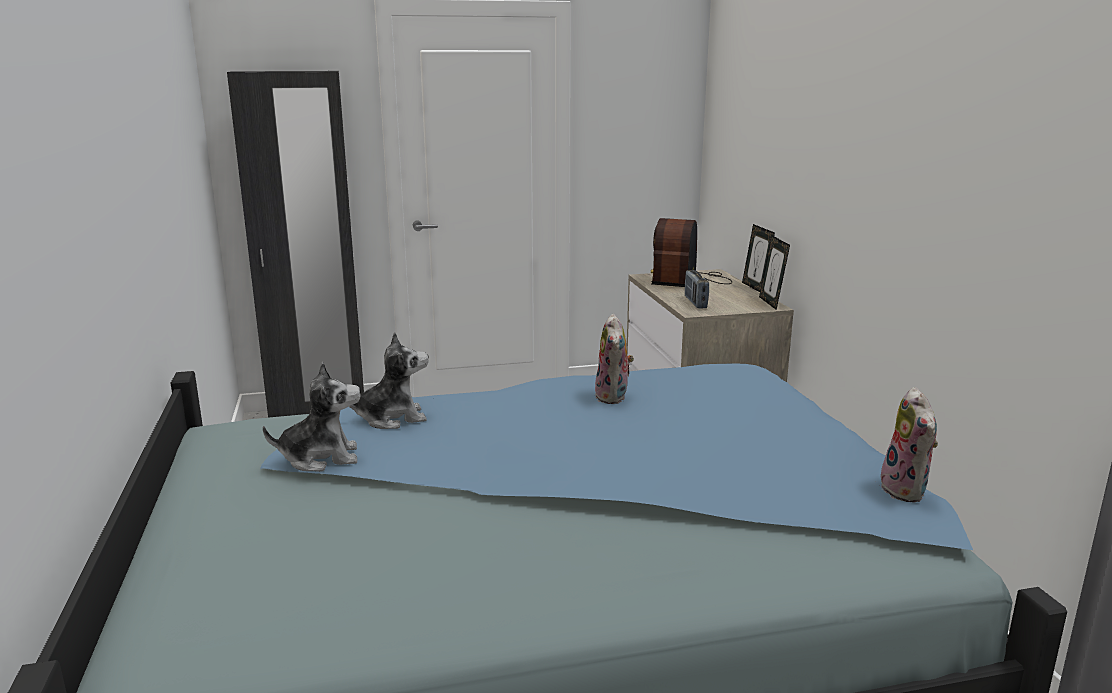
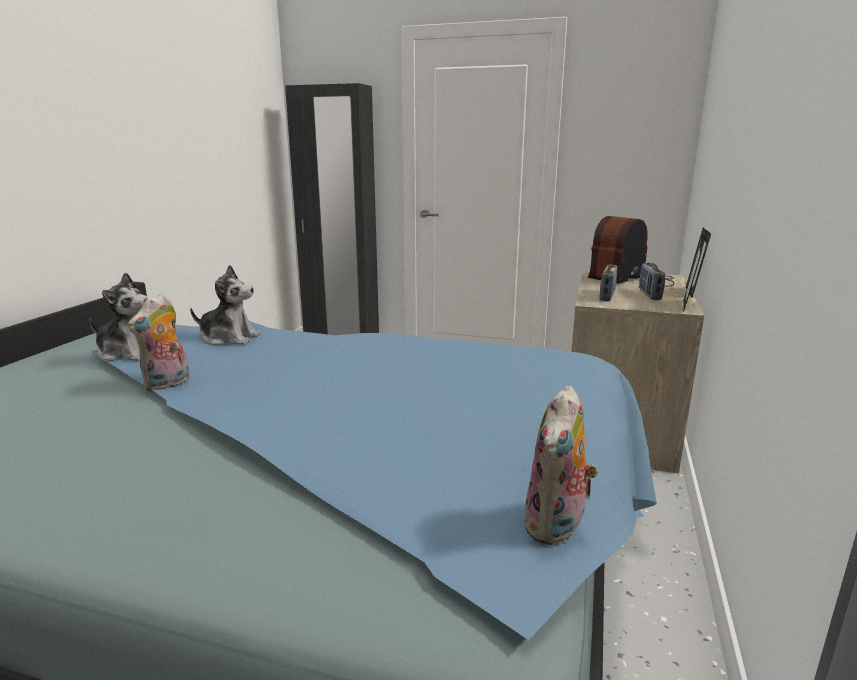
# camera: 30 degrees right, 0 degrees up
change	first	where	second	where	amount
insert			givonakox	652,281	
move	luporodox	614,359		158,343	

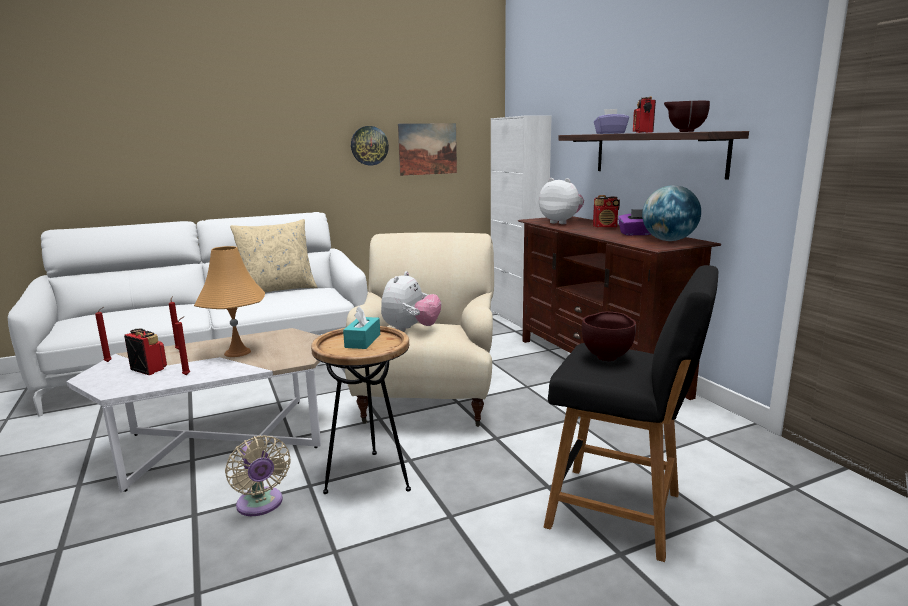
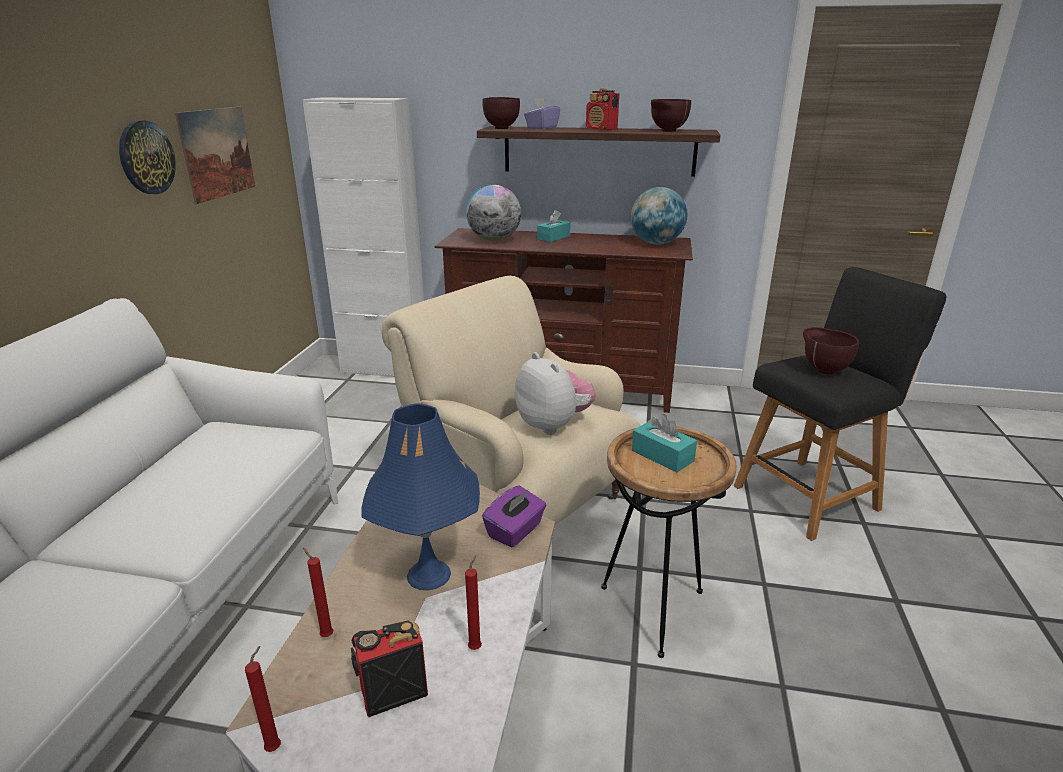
# camera: 55 degrees left, 10 degrees up
change	first	where	second	where	amount
delete	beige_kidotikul	258,475			
delete	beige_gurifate	273,256			
insert			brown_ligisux	501,113	
move	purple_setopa	634,222		514,516	
replace	luporodox	561,201	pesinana	493,213	
replace	givonakox	606,211	turquoise_setopa	554,226	
recolor	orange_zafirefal	229,301	blue_zafirefal	420,496	

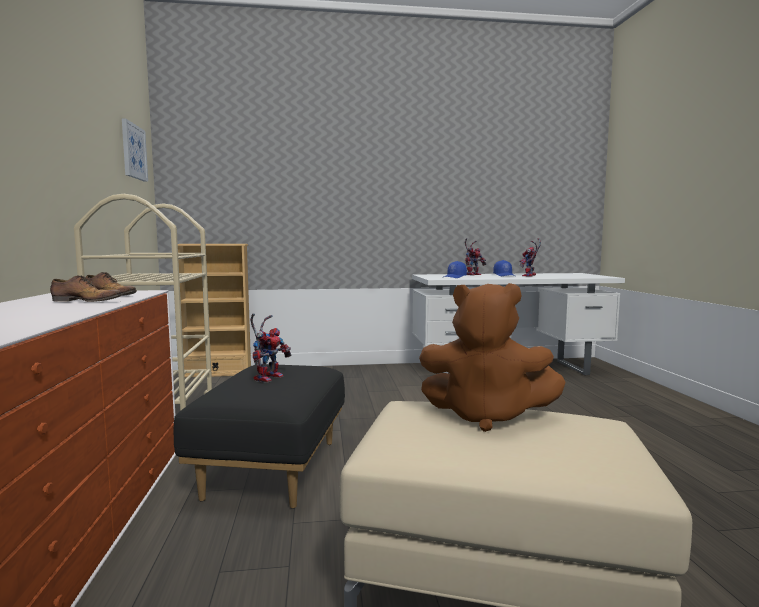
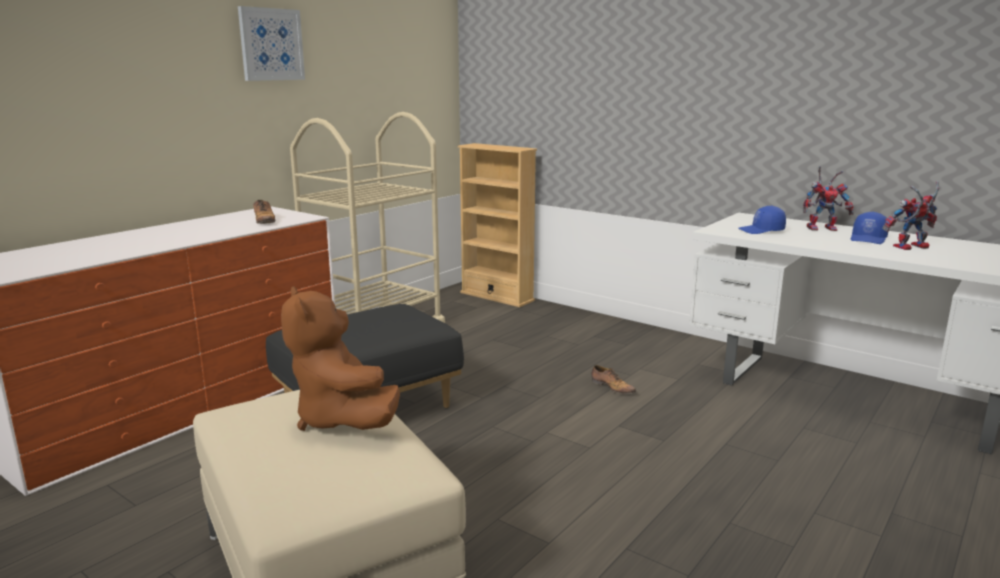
# camera: 45 degrees right, 10 degrees up
change	first	where	second	where	amount
delete	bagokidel	271,348			
move	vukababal	86,288		614,379	
move	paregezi	135,150		271,43	

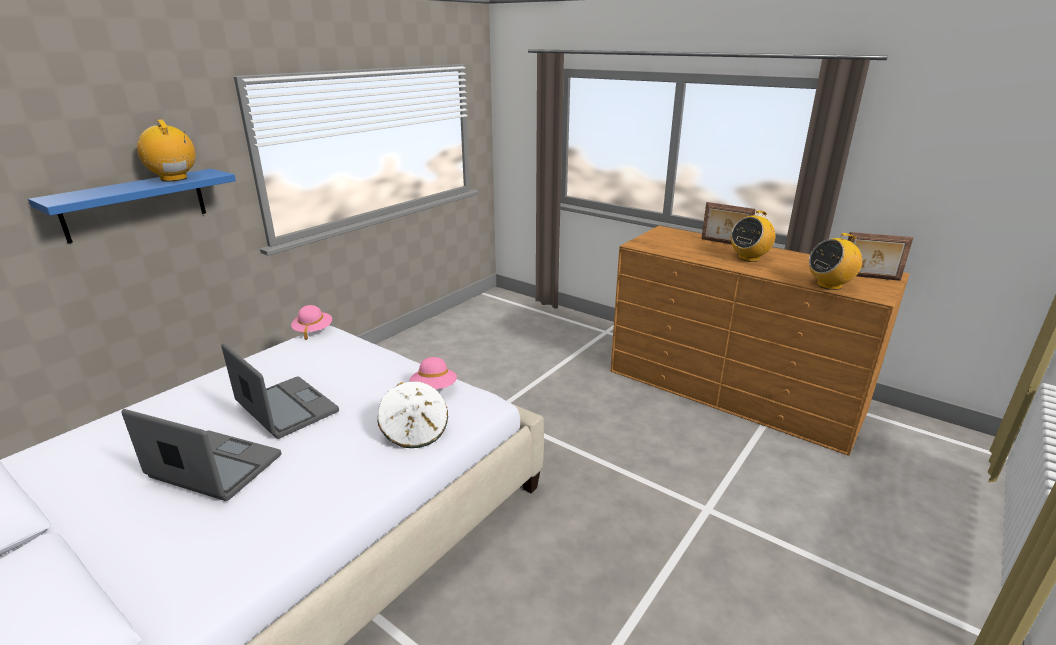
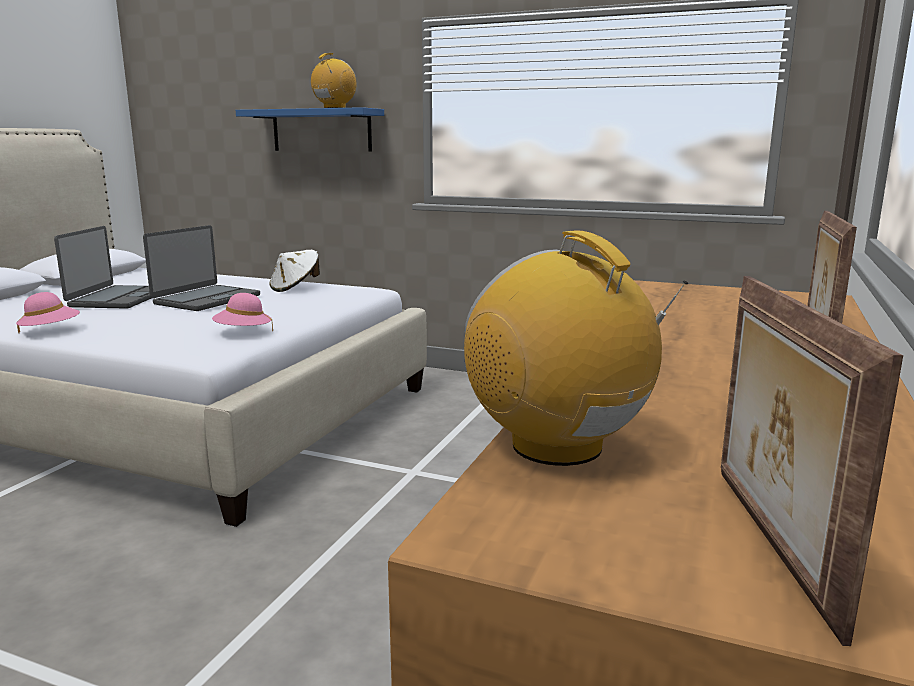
# camera: 75 degrees right, 10 degrees down
change	first	where	second	where	amount
delete	givonakox	753,236			
move	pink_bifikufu	311,322		48,312	
move	white_bifikufu	412,414		294,271	

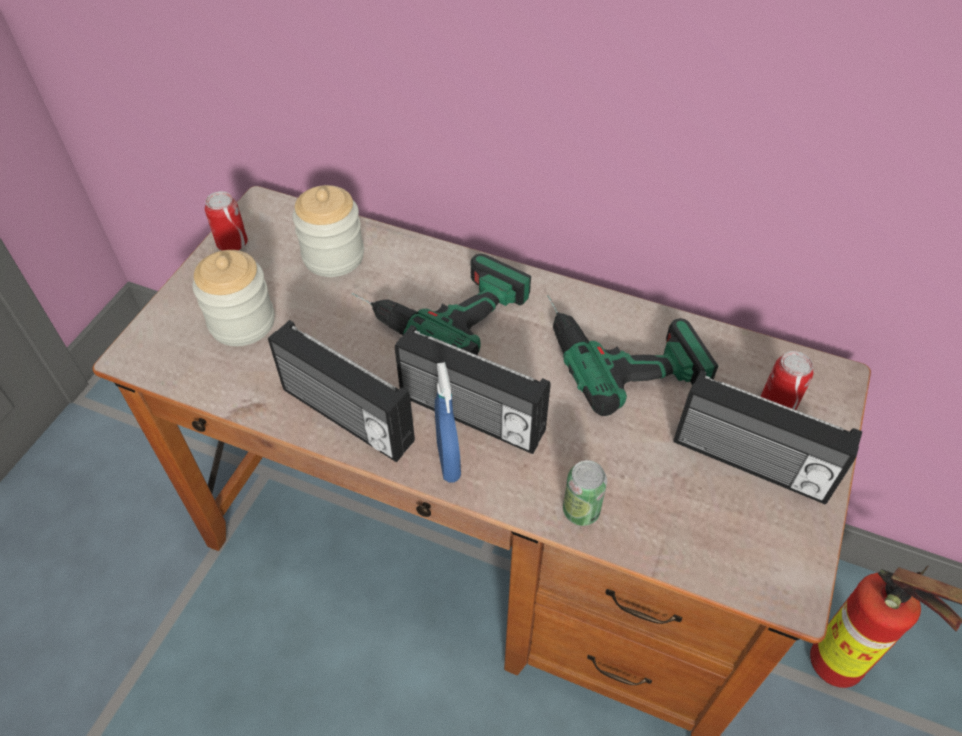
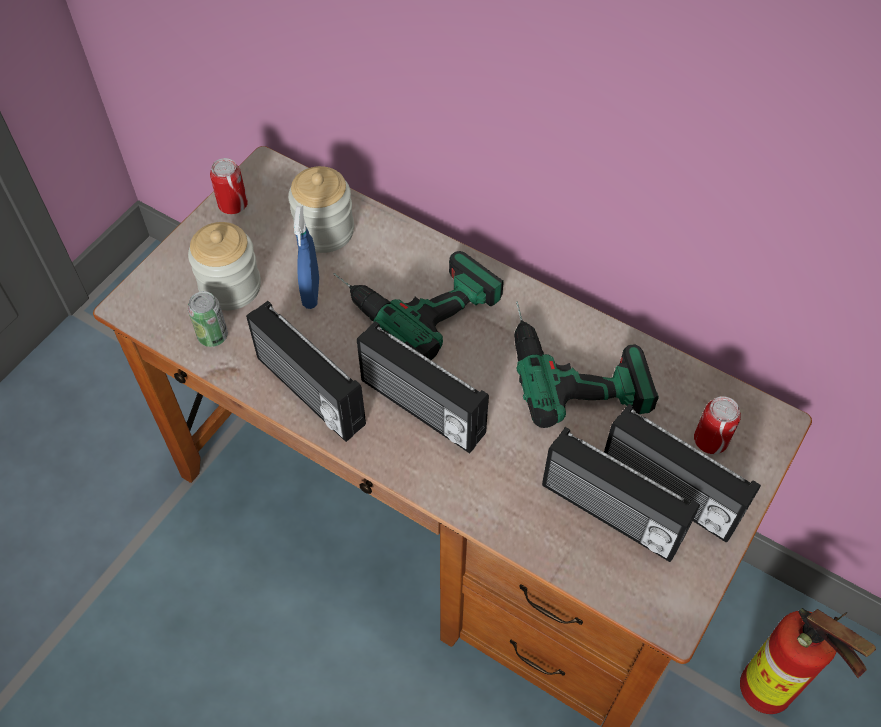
# camera: 10 degrees right, 5 degrees up
change	first	where	second	where	amount
insert			givonakox	621,494	
move	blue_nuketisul	448,422		306,257	
move	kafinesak	585,493		208,319	

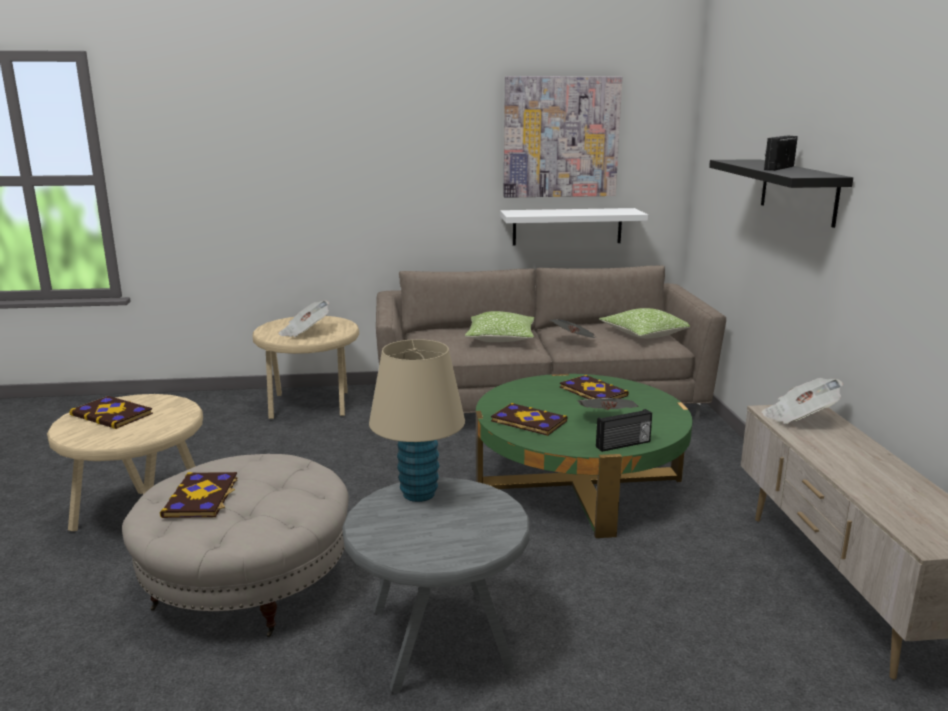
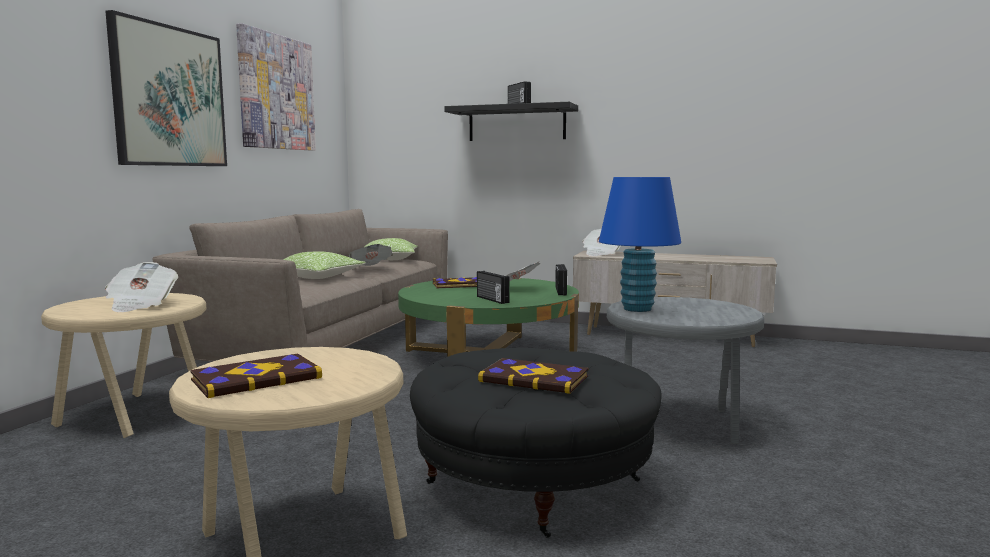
# camera: 65 degrees left, 10 degrees down
change	first	where	second	where	amount
delete	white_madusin	574,226			
insert			paregezi	166,88	
replace	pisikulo	529,419	givonakox	493,287	
recolor	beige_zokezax	235,545	black_zokezax	536,443	
recolor	beige_zafirefal	417,420	blue_zafirefal	640,244	

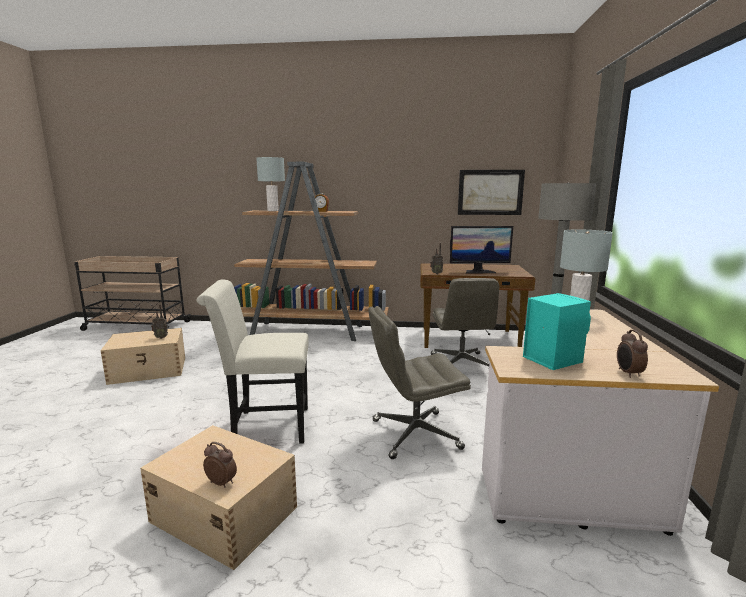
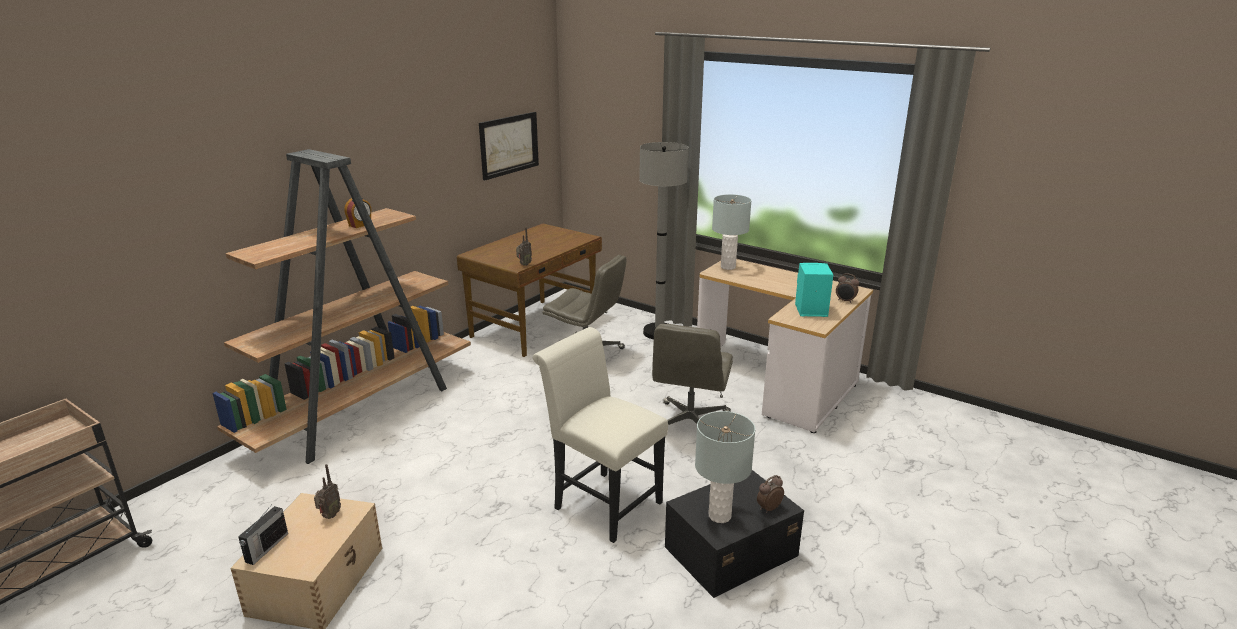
# camera: 60 degrees left, 10 degrees up
change	first	where	second	where	amount
delete	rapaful	481,249			
insert			givonakox	263,535	
move	grey_zafirefal	270,184		725,467	
recolor	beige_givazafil	218,497	black_givazafil	734,534	
rotate	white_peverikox	253,361		600,435	105 degrees clockwise

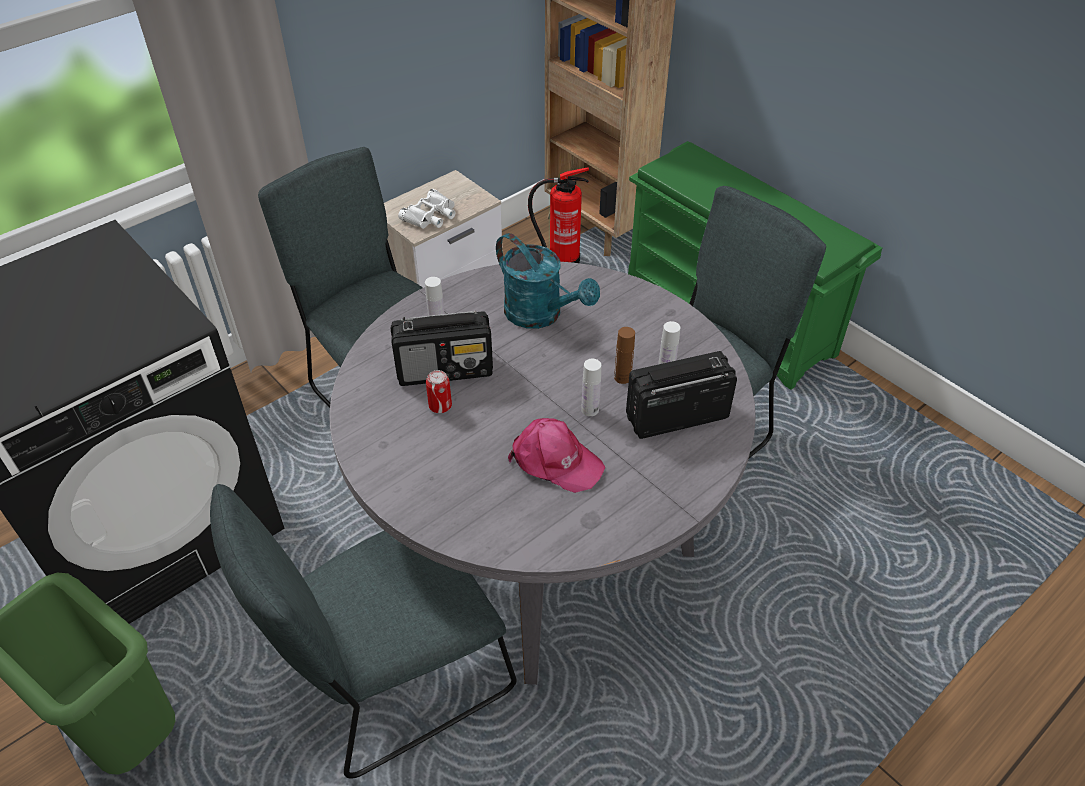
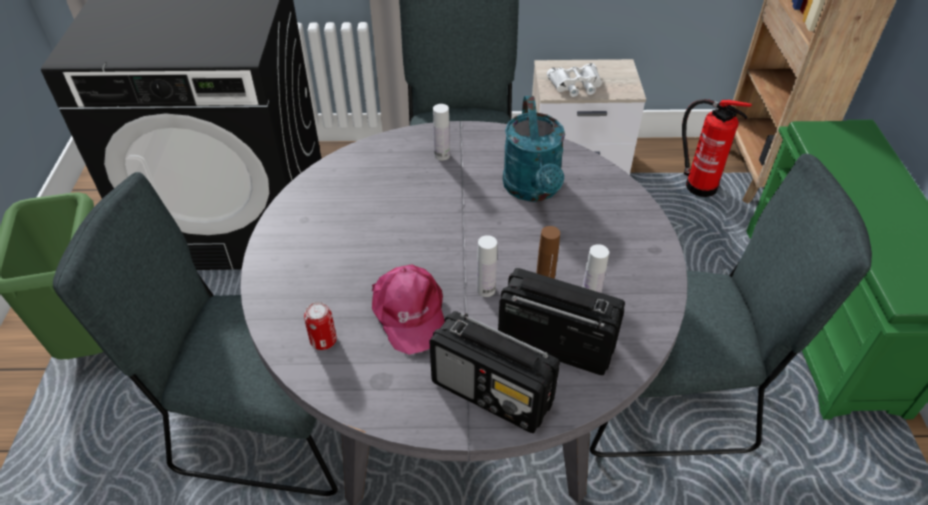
# camera: 40 degrees right, 0 degrees up
change	first	where	second	where	amount
move	givonakox	442,348		494,372	
move	kafinesak	439,391		320,326	

